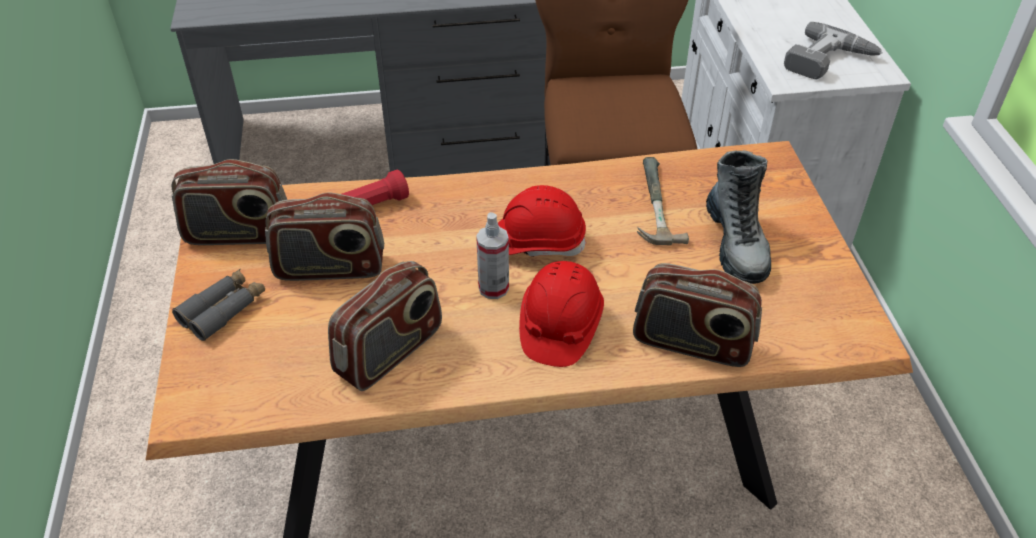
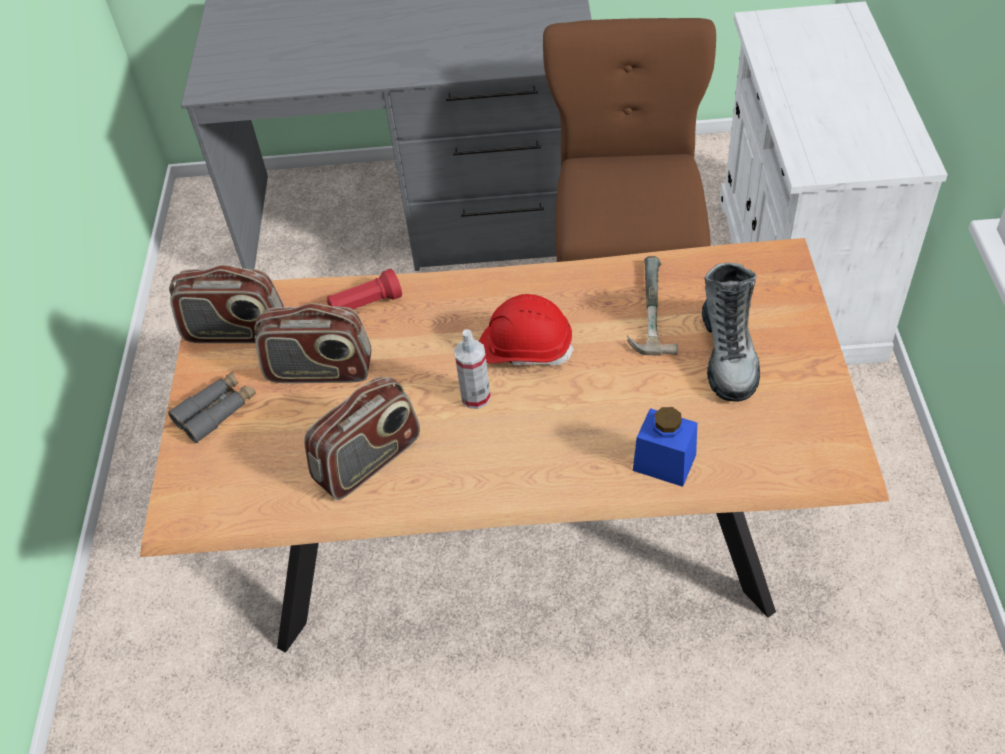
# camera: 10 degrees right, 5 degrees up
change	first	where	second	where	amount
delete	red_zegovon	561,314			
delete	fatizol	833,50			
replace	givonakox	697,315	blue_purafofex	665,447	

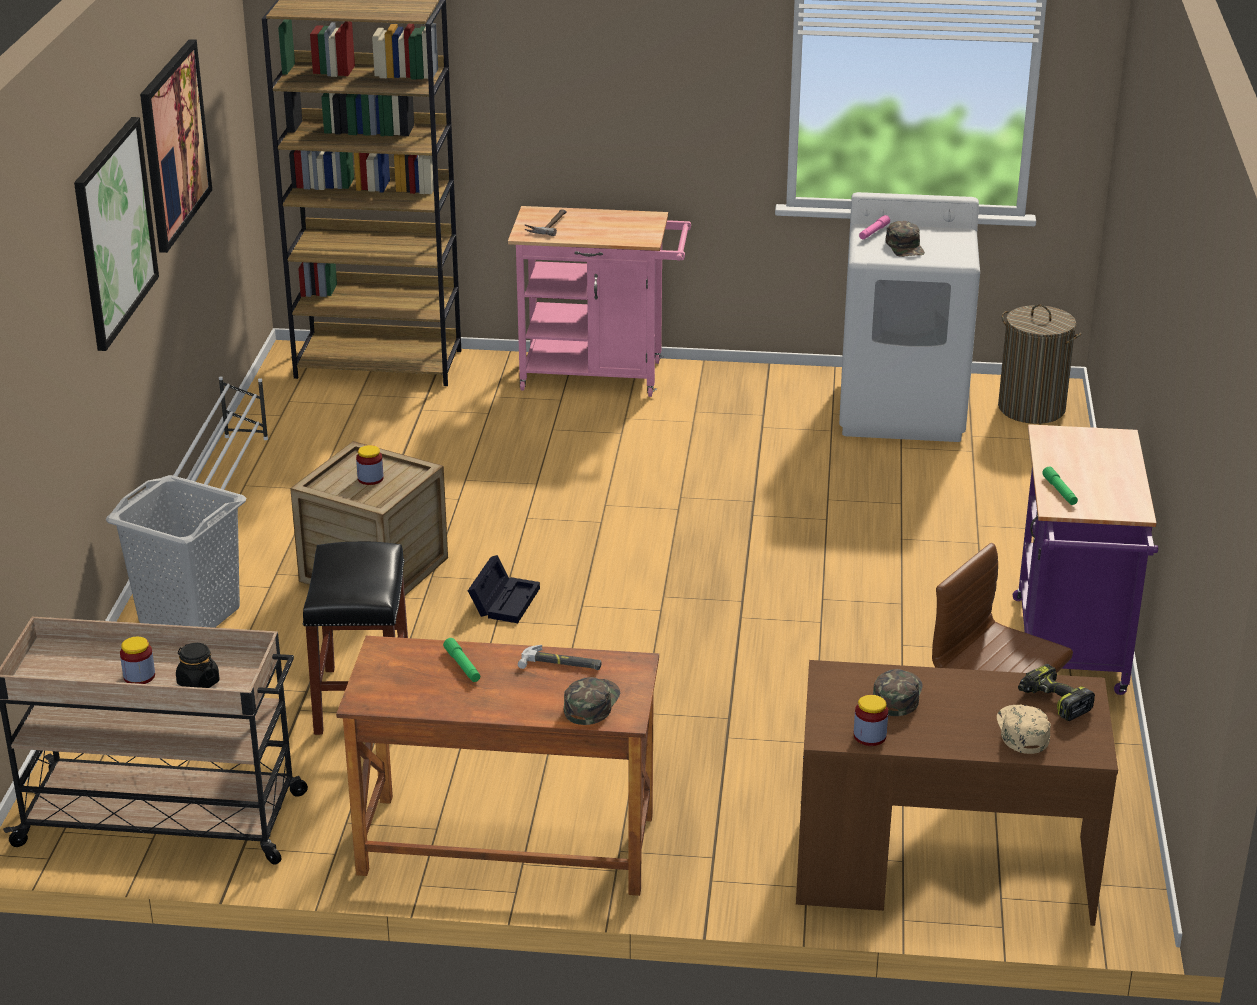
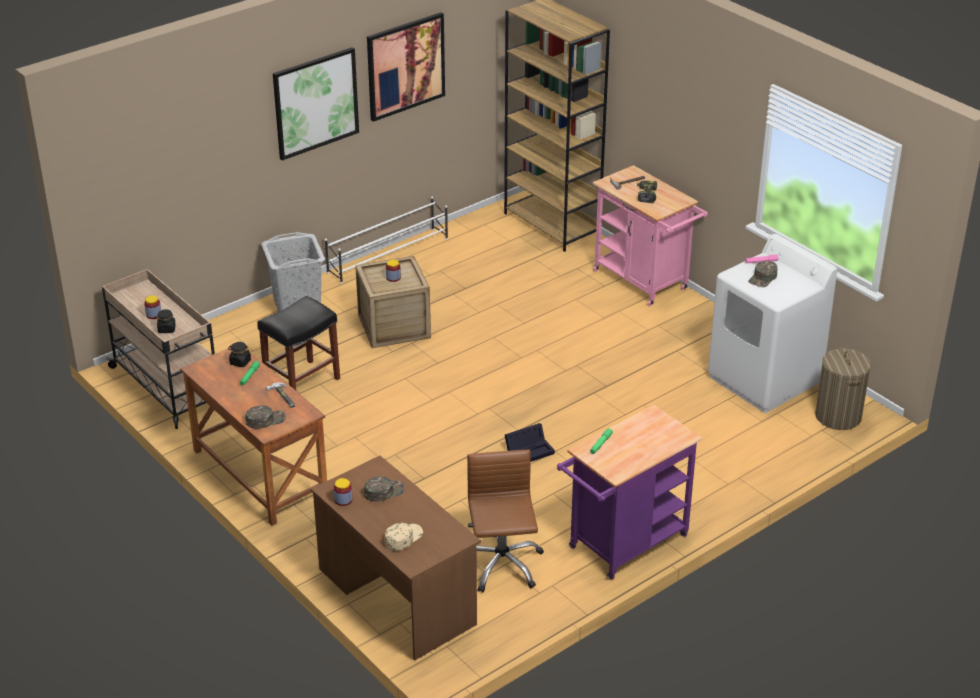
# camera: 45 degrees right, 5 degrees up
change	first	where	second	where	amount
insert			black_purafofex	239,354	
move	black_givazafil	504,589		530,442	
move	fatizol	1056,692		647,191	

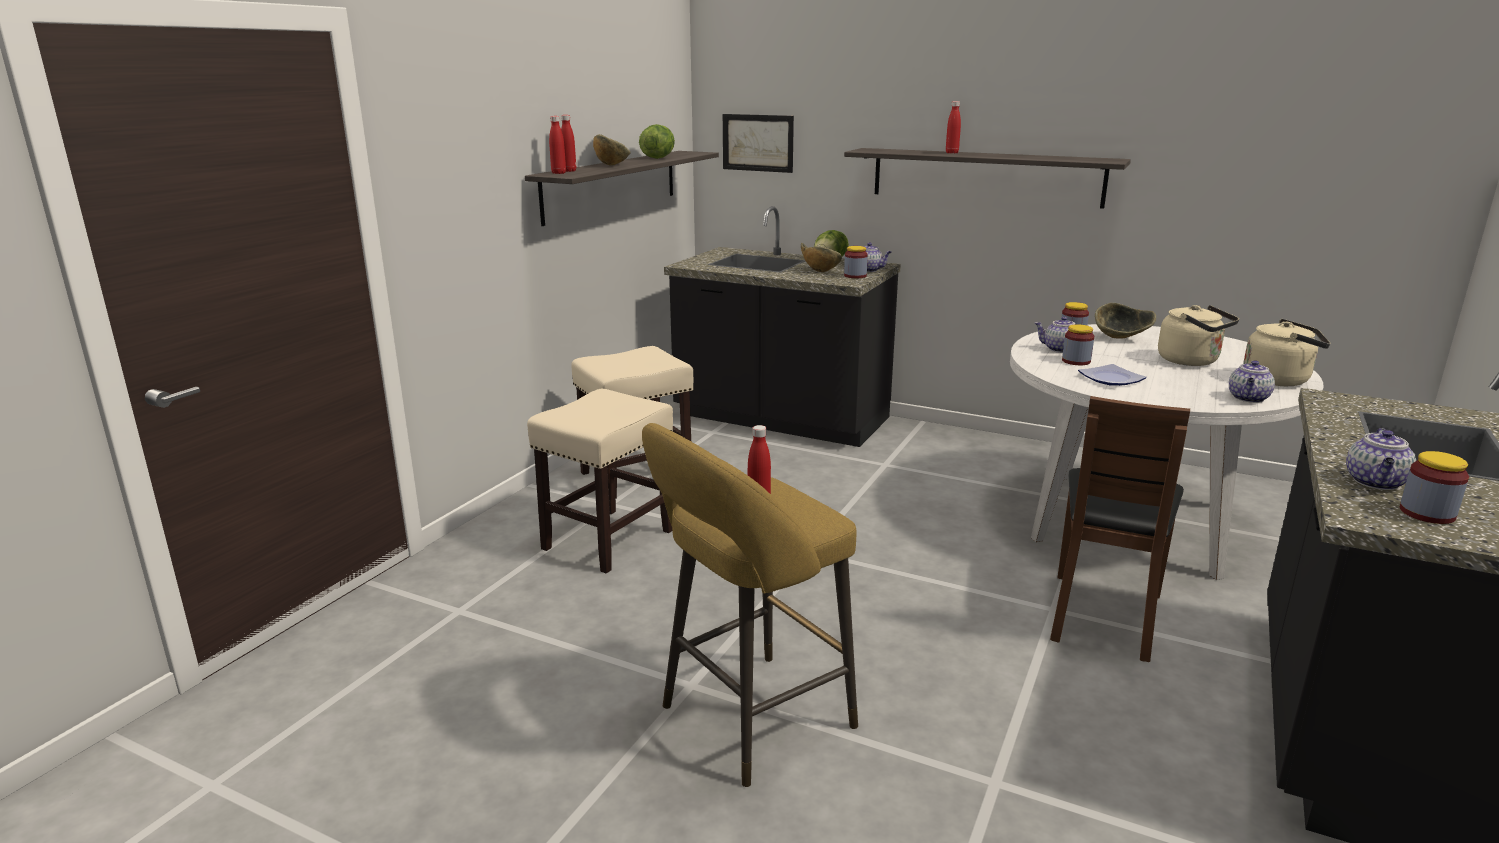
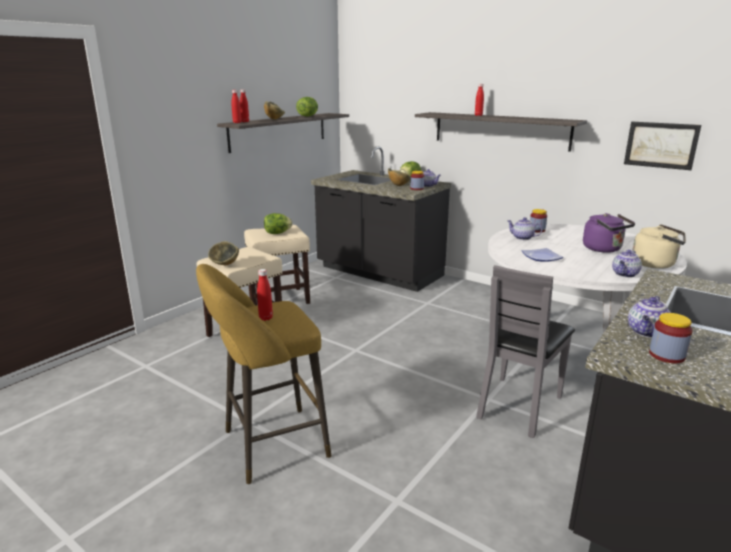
# camera: 10 degrees right, 0 degrees up
change	first	where	second	where	amount
delete	purafofex	1078,344			
insert			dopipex	278,223	
move	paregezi	758,143		662,146	
move	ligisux	1125,321		223,253	
recolor	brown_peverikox	1120,529	grey_peverikox	525,351	
recolor	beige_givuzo	1198,335	purple_givuzo	609,233	

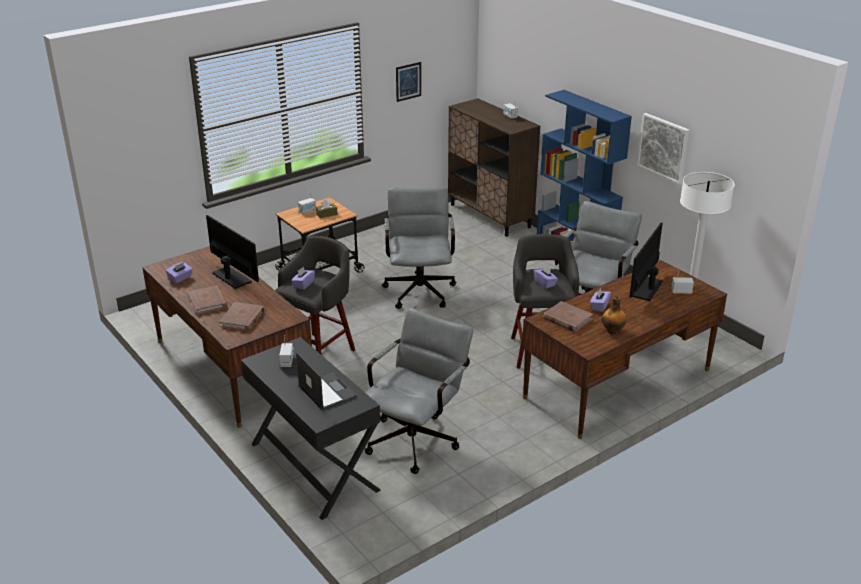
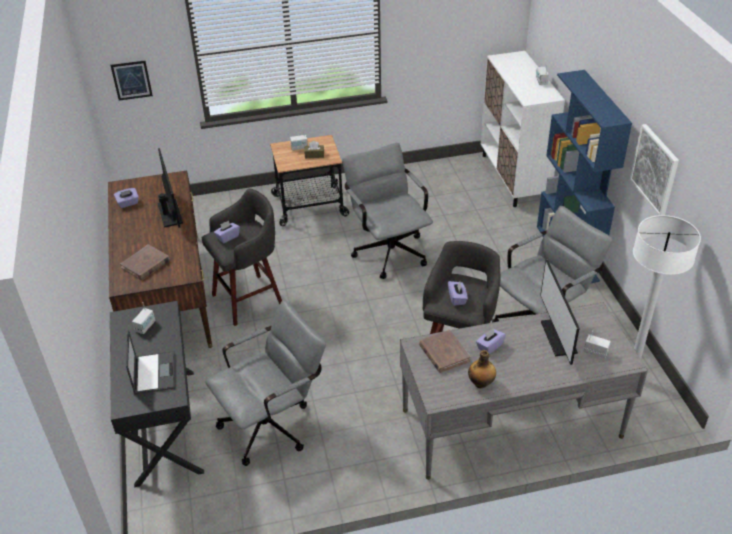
# camera: 25 degrees right, 10 degrees up
change	first	where	second	where	amount
delete	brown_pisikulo	207,300			
move	paregezi	408,82		131,81	
recolor	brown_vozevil	494,167	white_vozevil	523,129	
recolor	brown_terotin	624,349	grey_terotin	524,391	
rotate	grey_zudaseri	419,248		387,211	45 degrees counterclockwise
rotate	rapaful	646,261		560,312	60 degrees counterclockwise

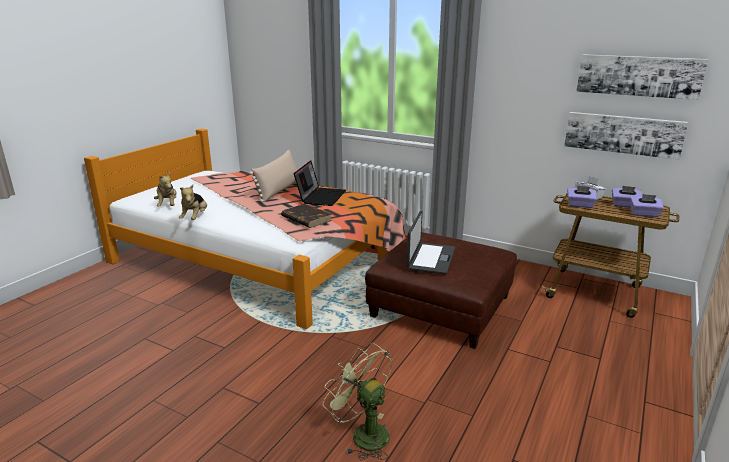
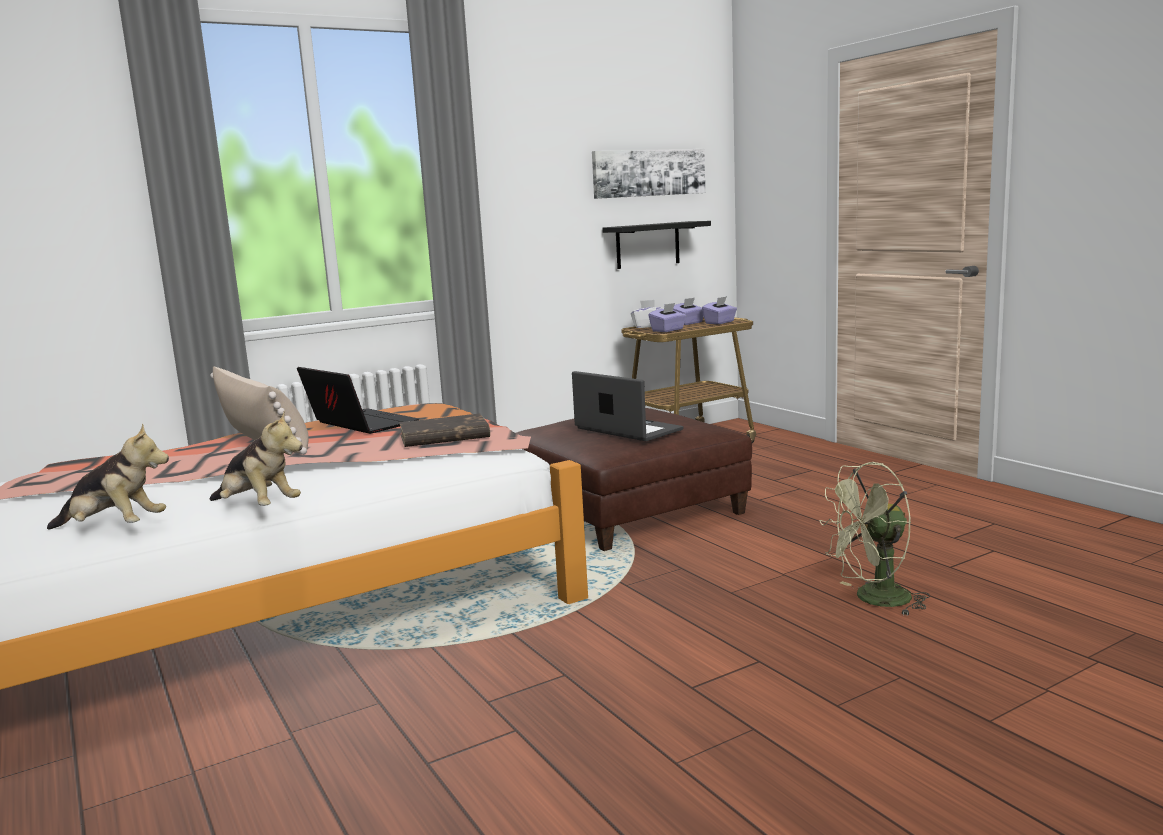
# camera: 60 degrees left, 10 degrees down
change	first	where	second	where	amount
replace	paregezi	626,136	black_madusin	656,245	

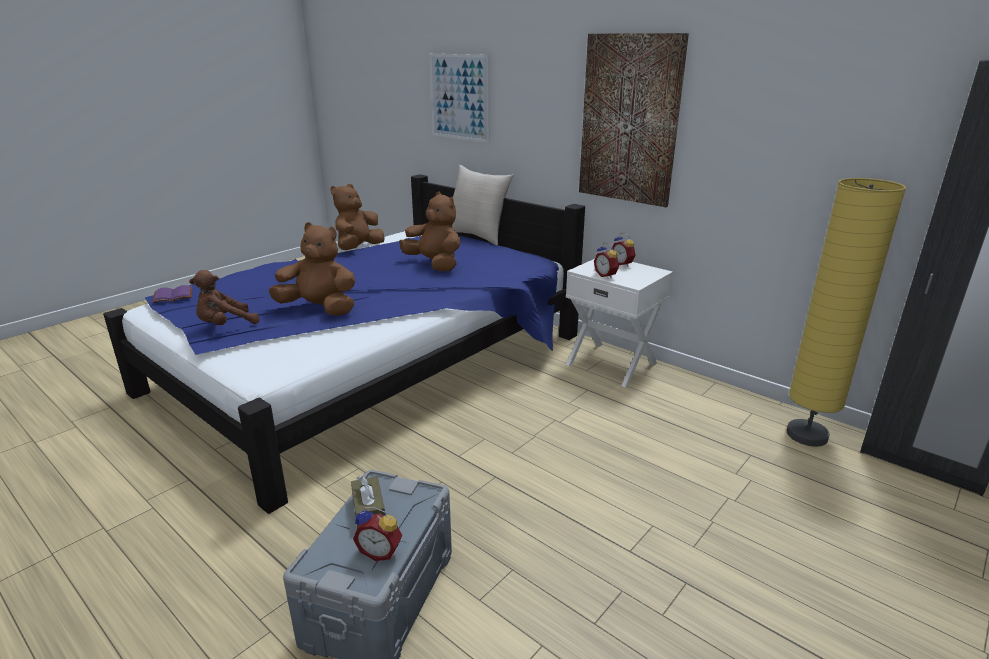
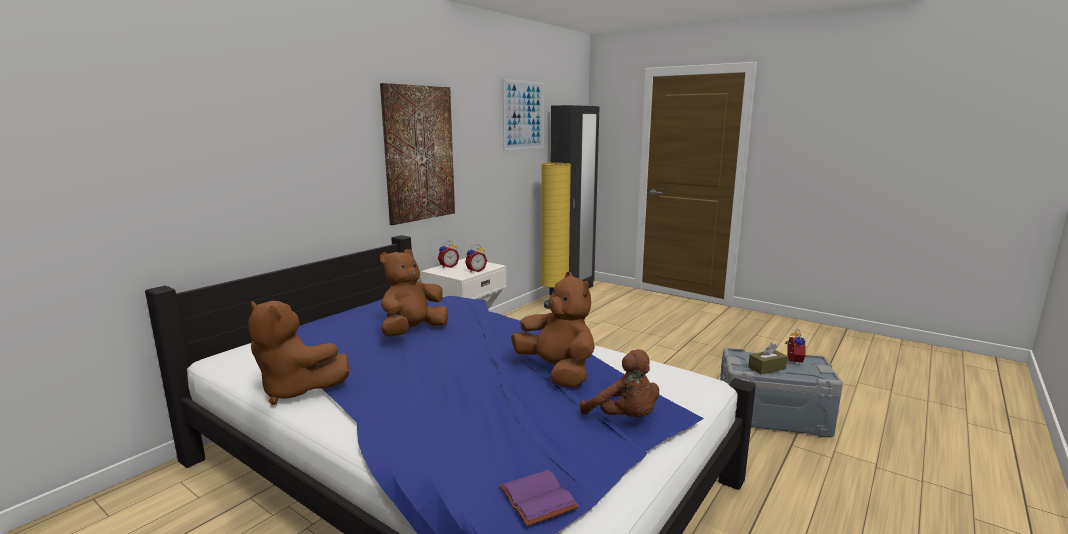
# camera: 95 degrees left, 10 degrees down
change	first	where	second	where	amount
delete	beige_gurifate	483,205			
move	paregezi	460,98		523,114	
rotate	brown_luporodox	312,269		553,329	135 degrees clockwise

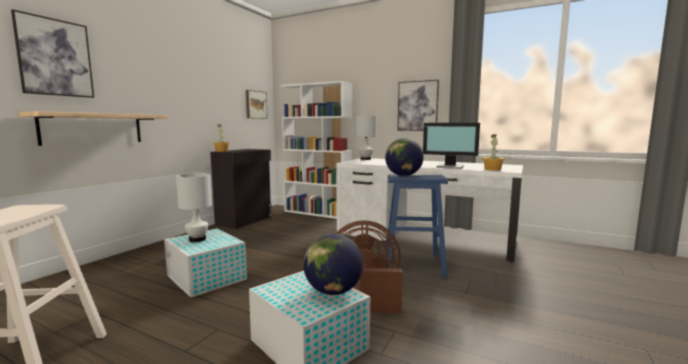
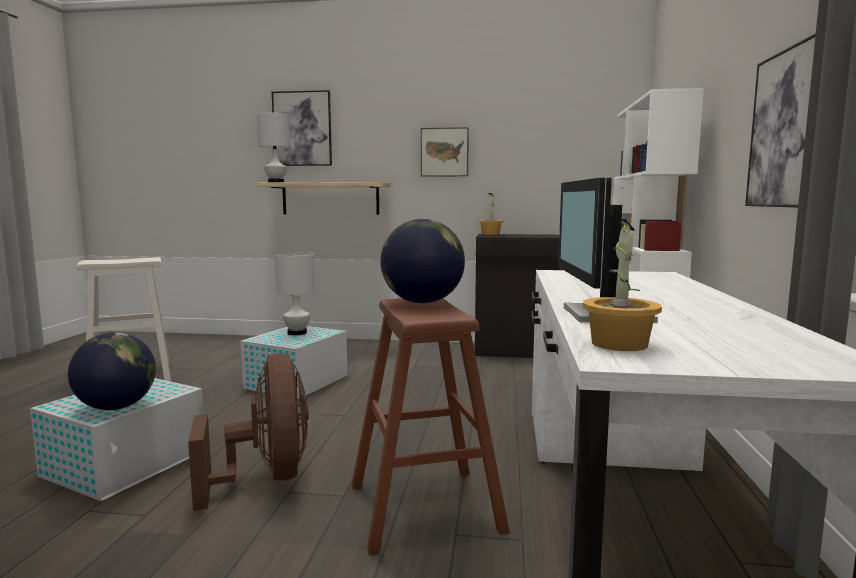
# camera: 70 degrees right, 0 degrees up
change	first	where	second	where	amount
move	paregezi	257,104		445,152	
move	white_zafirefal	366,137		273,147	
recolor	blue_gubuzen	417,226	brown_gubuzen	431,426	

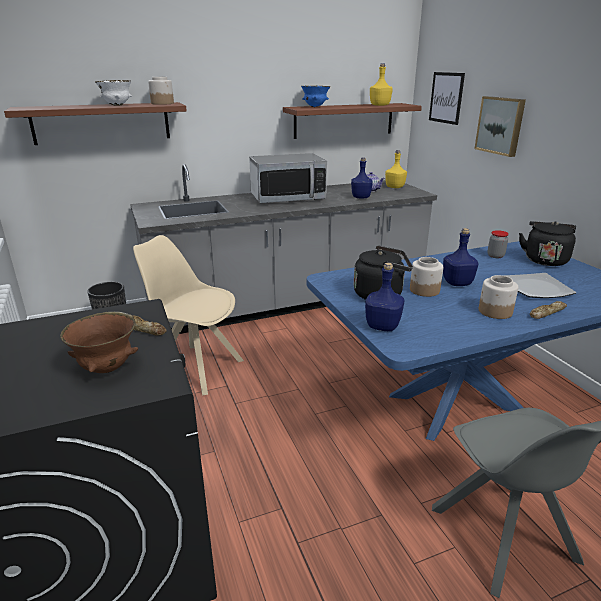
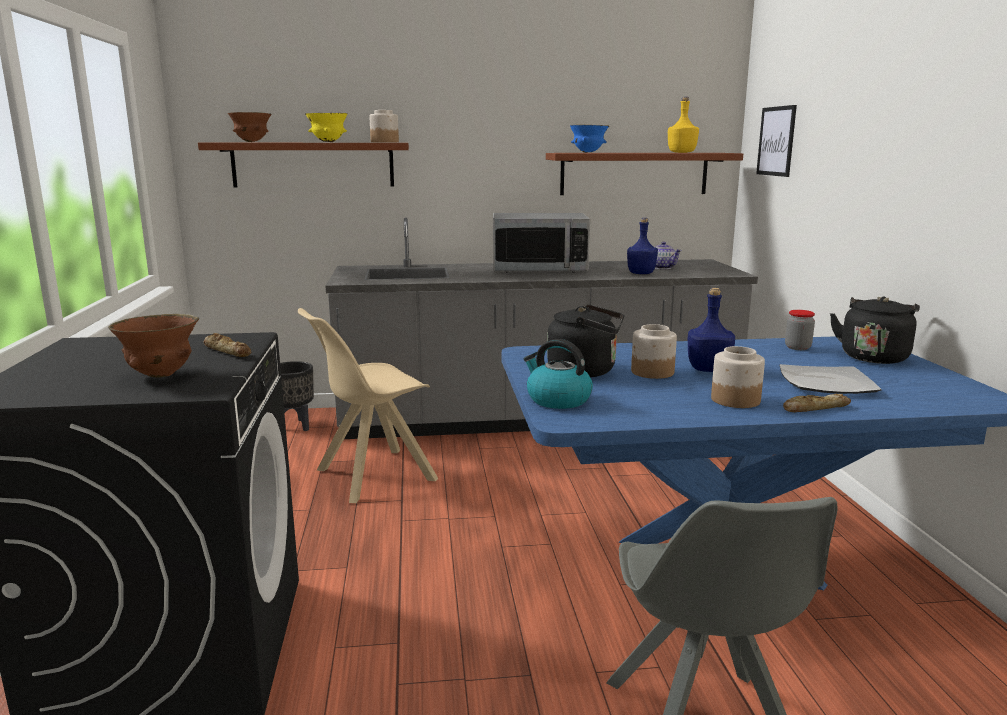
# camera: 15 degrees right, 10 degrees down
change	first	where	second	where	amount
delete	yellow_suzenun	396,169			
delete	paregezi	500,126			
insert			brown_ligisux	250,127	
replace	blue_suzenun	385,297	givuzo	558,374	
recolor	white_ligisux	113,93	yellow_ligisux	326,127	
rotate	beige_peverikox	188,315		368,405	75 degrees counterclockwise

